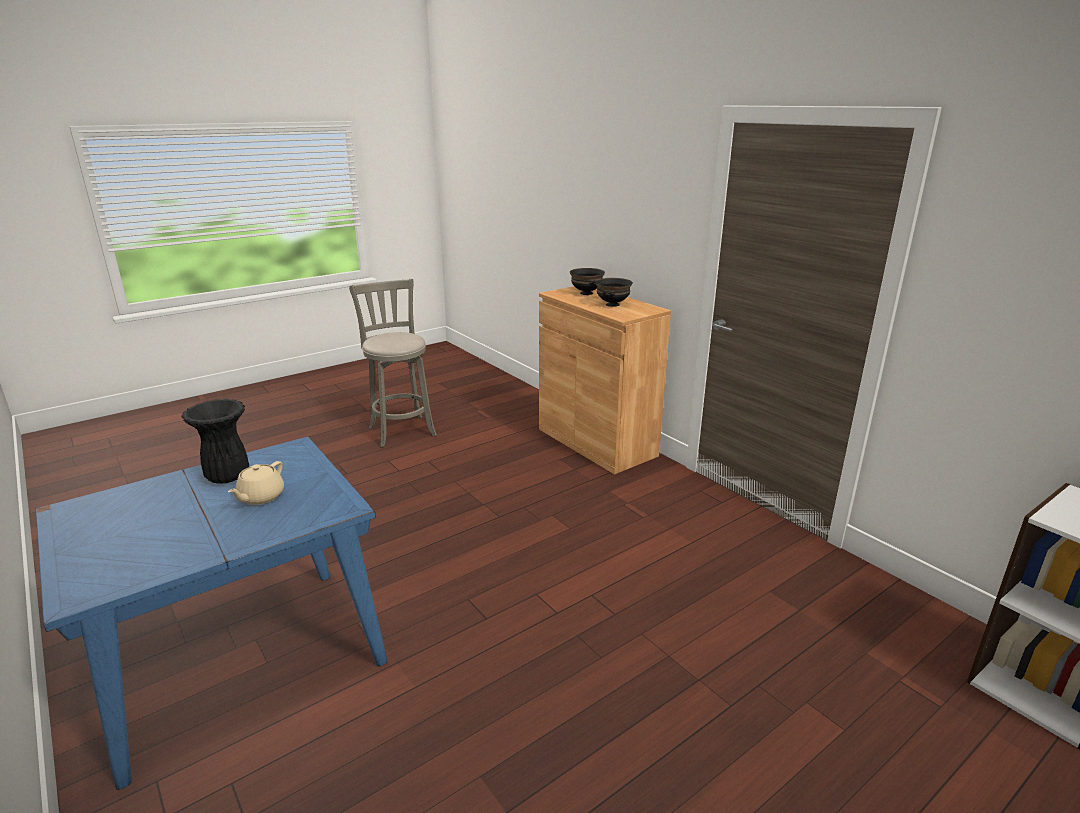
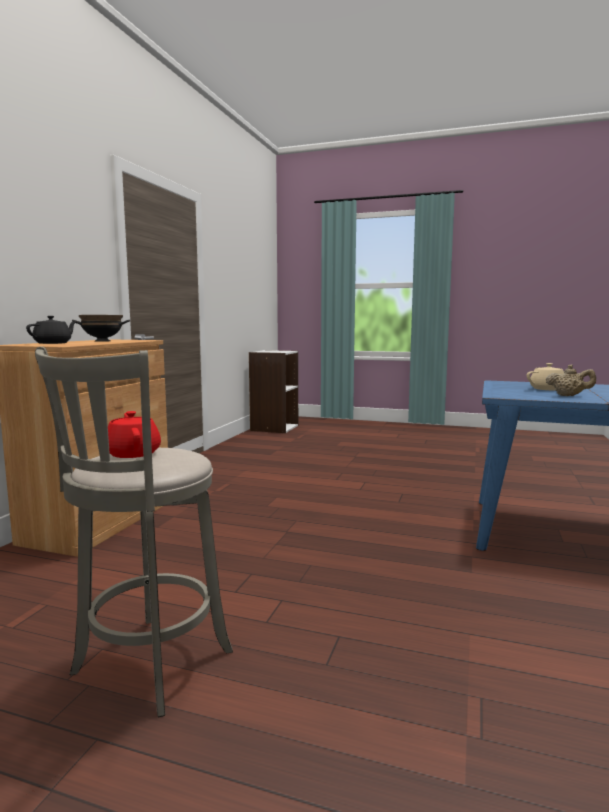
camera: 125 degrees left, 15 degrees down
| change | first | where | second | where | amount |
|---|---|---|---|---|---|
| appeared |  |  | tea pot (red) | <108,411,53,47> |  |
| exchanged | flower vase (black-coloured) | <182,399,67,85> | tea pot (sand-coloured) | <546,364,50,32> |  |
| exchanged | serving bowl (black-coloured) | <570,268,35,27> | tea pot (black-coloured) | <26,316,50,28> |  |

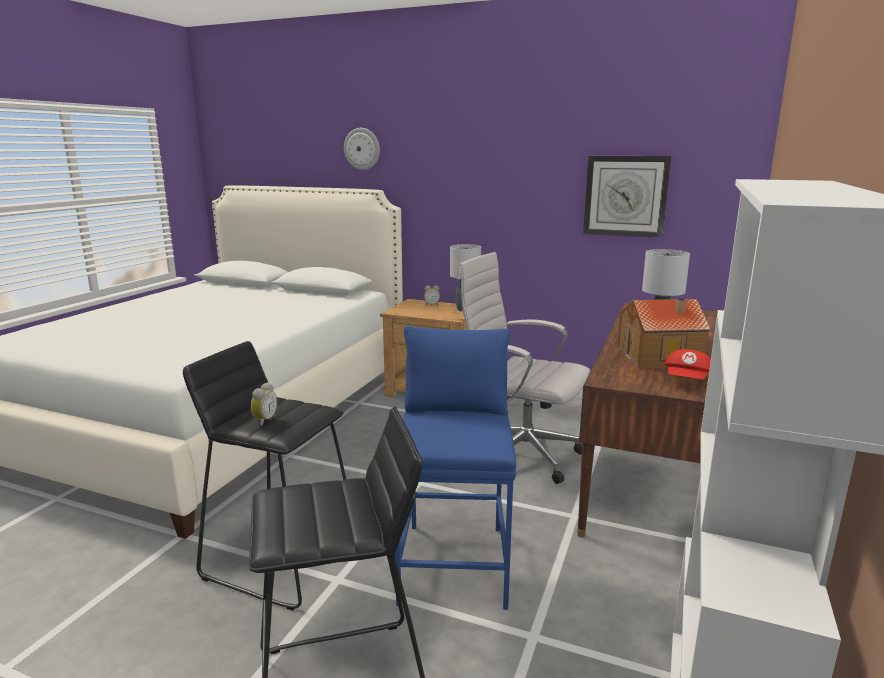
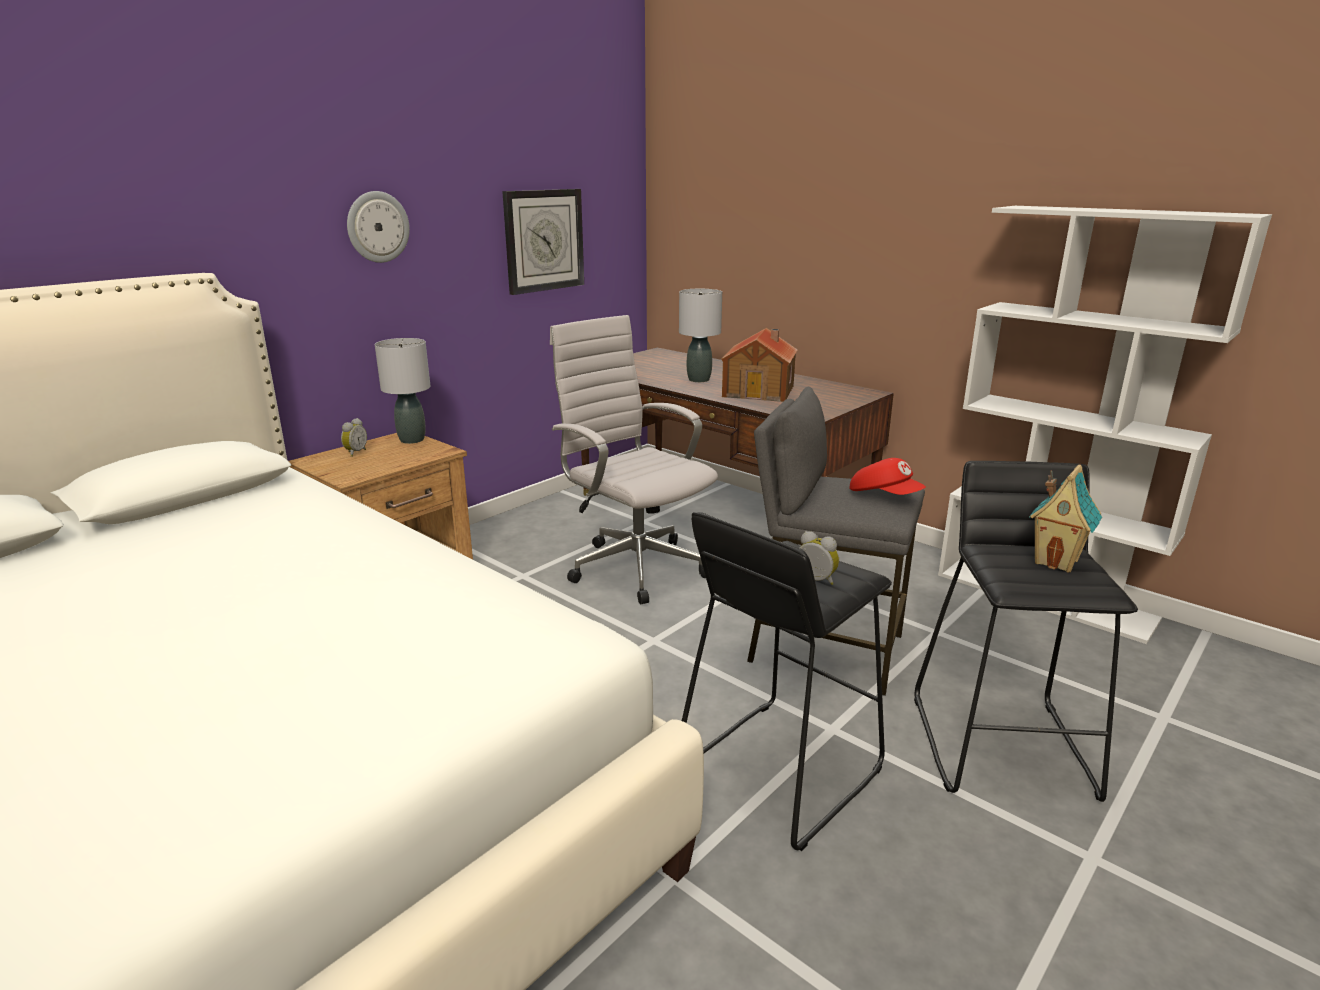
camera: 70 degrees left, 5 degrees up
| change | first | where | second | where | amount |
|---|---|---|---|---|---|
| appeared |  |  | model house | <1029,465,73,108> |  |
| relocated | hanging clock | <344,128,36,42> |  | <347,191,63,72> |  |
| relocated | cap (red) | <665,349,46,30> |  | <849,458,77,37> |  |
| colour | stool (bluish) | <395,325,122,285> | stool (greyish) | <747,386,178,310> |  |
| spun | desk chair (white-coloured) | <457,252,134,232> |  | <550,315,168,289> | 90 degrees clockwise |

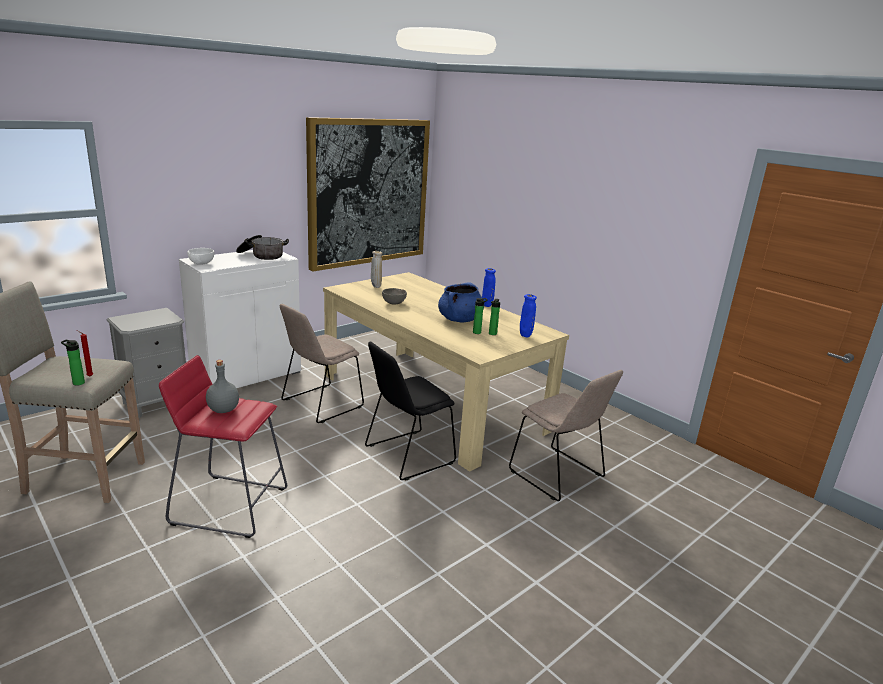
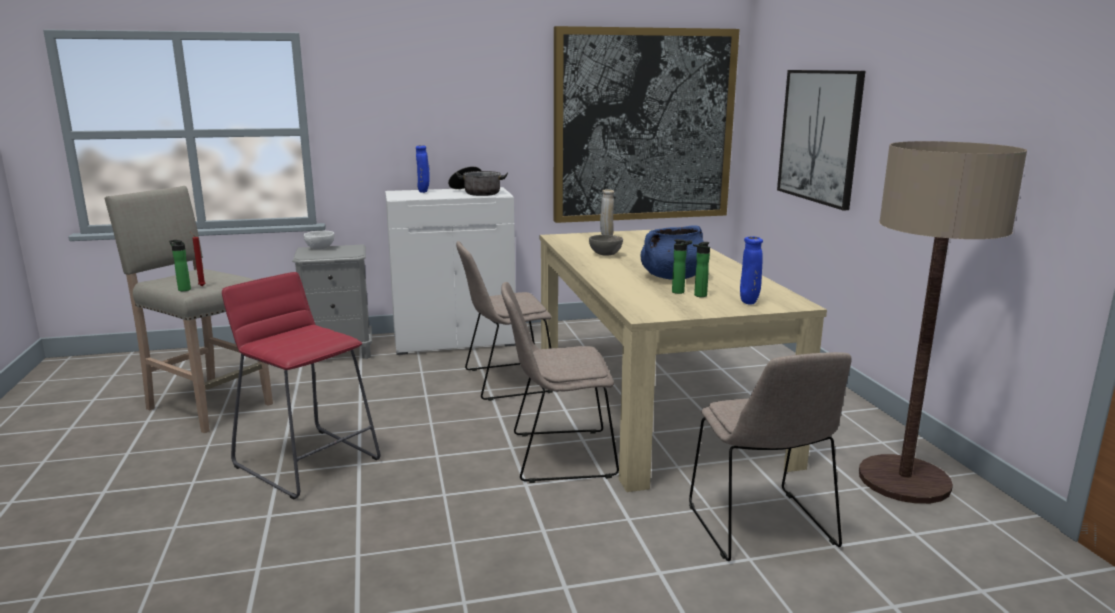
camera: 30 degrees right, 5 degrees down
| change | first | where | second | where | amount |
|---|---|---|---|---|---|
| missing | drink bottle (greyish) | <206,360,33,53> |  |  |  |
| appeared |  |  | picture | <777,70,88,141> |  |
| appeared |  |  | standing lamp | <859,141,168,363> |  |
| relocated | serving bowl (white-coloured) | <187,248,27,17> |  | <304,231,30,18> |  |
| relocated | flower vase (bluish) | <482,268,14,39> |  | <416,145,14,48> |  |
| colour | plain chair (black-coloured) | <365,341,91,139> | plain chair (sand-coloured) | <501,282,118,201> |  |

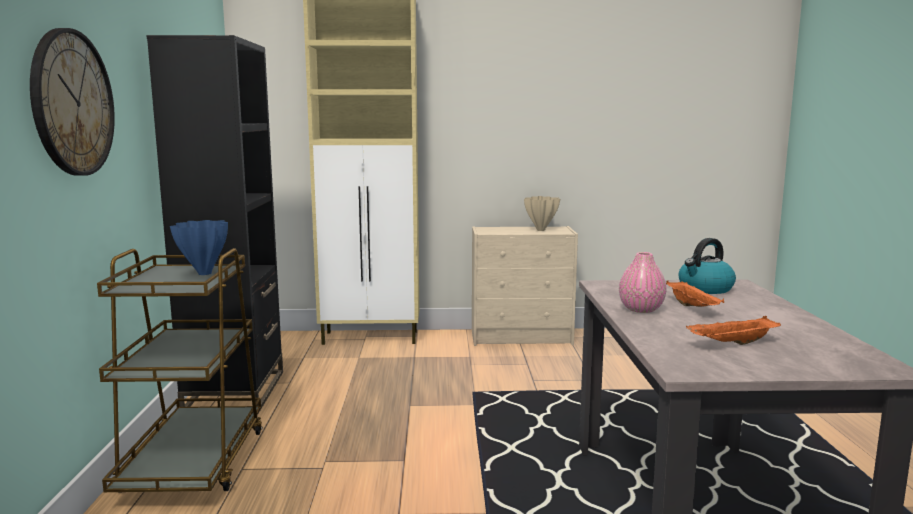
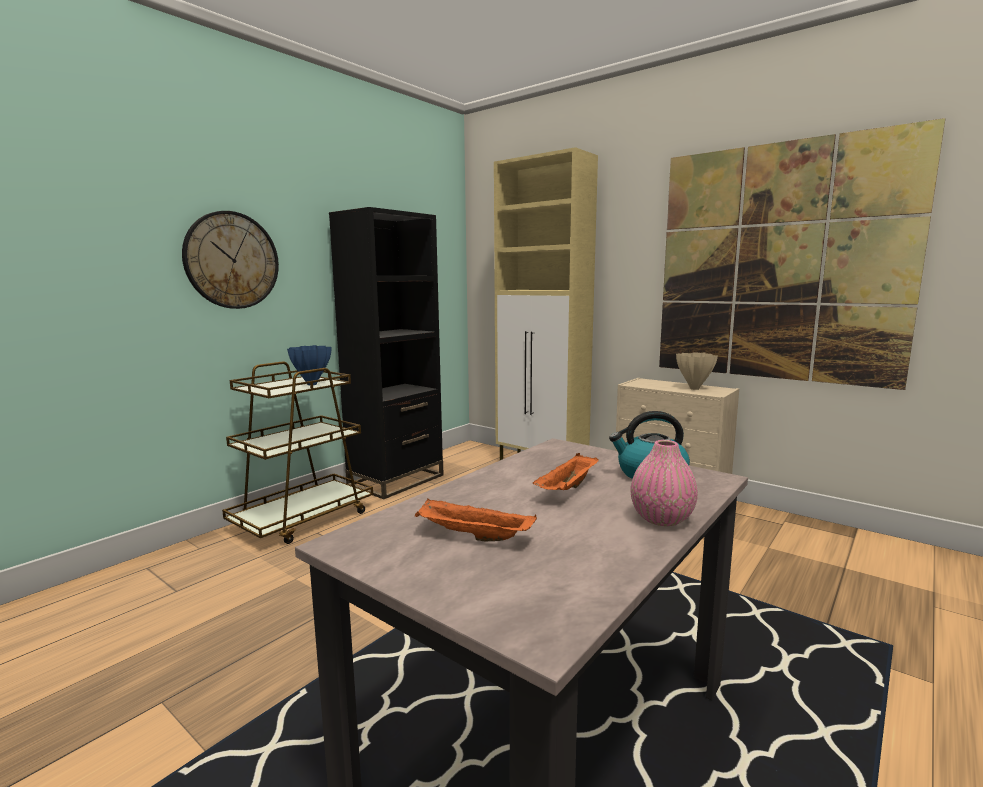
camera: 40 degrees right, 0 degrees up
| change | first | where | second | where | amount |
|---|---|---|---|---|---|
| appeared |  |  | picture | <659,118,286,272> |  |
| relocated | flower vase (pink-coloured) | <619,252,47,61> |  | <631,440,67,86> |  |

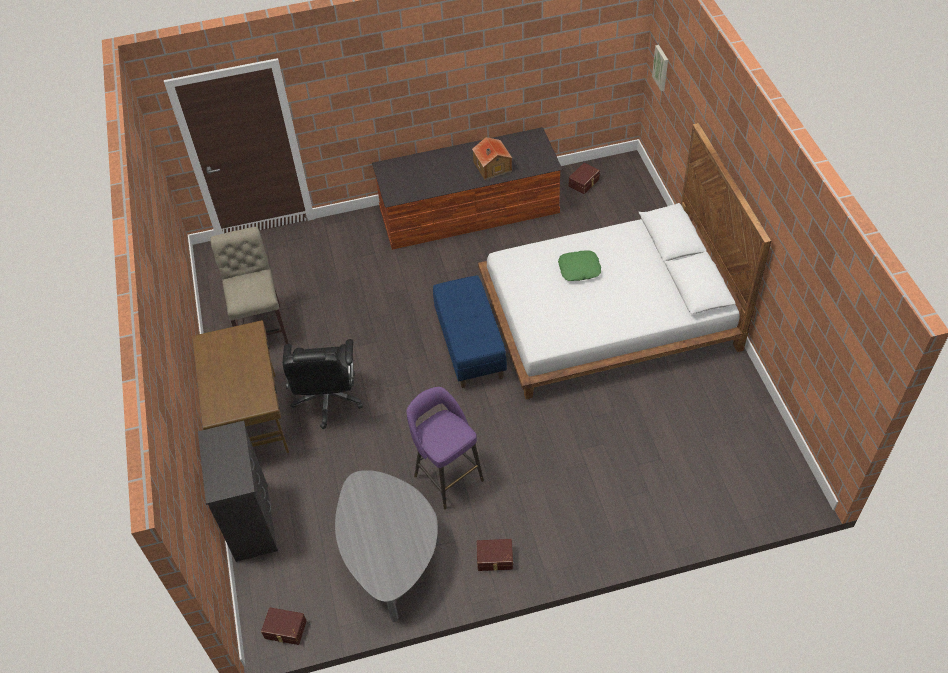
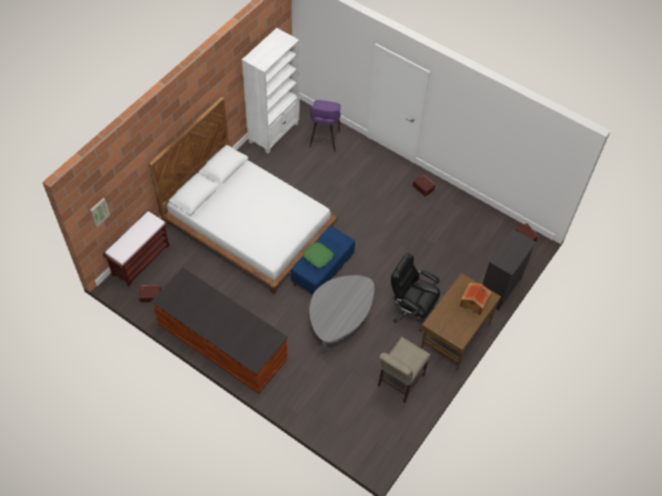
camera: 135 degrees left, 5 degrees up
| change | first | where | second | where | amount |
|---|---|---|---|---|---|
| appeared |  |  | bench (brownish) | <103,210,66,77> |  |
| appeared |  |  | shelving unit (white-coloured) | <242,28,58,125> |  |
| relocated | coffee table (greyish) | <335,470,104,152> |  | <309,275,65,79> |  |
| relocated | stool (purplish) | <406,387,78,122> |  | <309,100,32,52> |  |
| relocated | model house | <472,137,40,43> |  | <460,283,31,32> |  |
| relocated | throw pillow (green) | <558,250,43,31> |  | <303,242,31,26> |  |
| spun | desk chair (black-coloured) | <283,339,80,90> |  | <391,253,49,78> | 105 degrees counterclockwise |

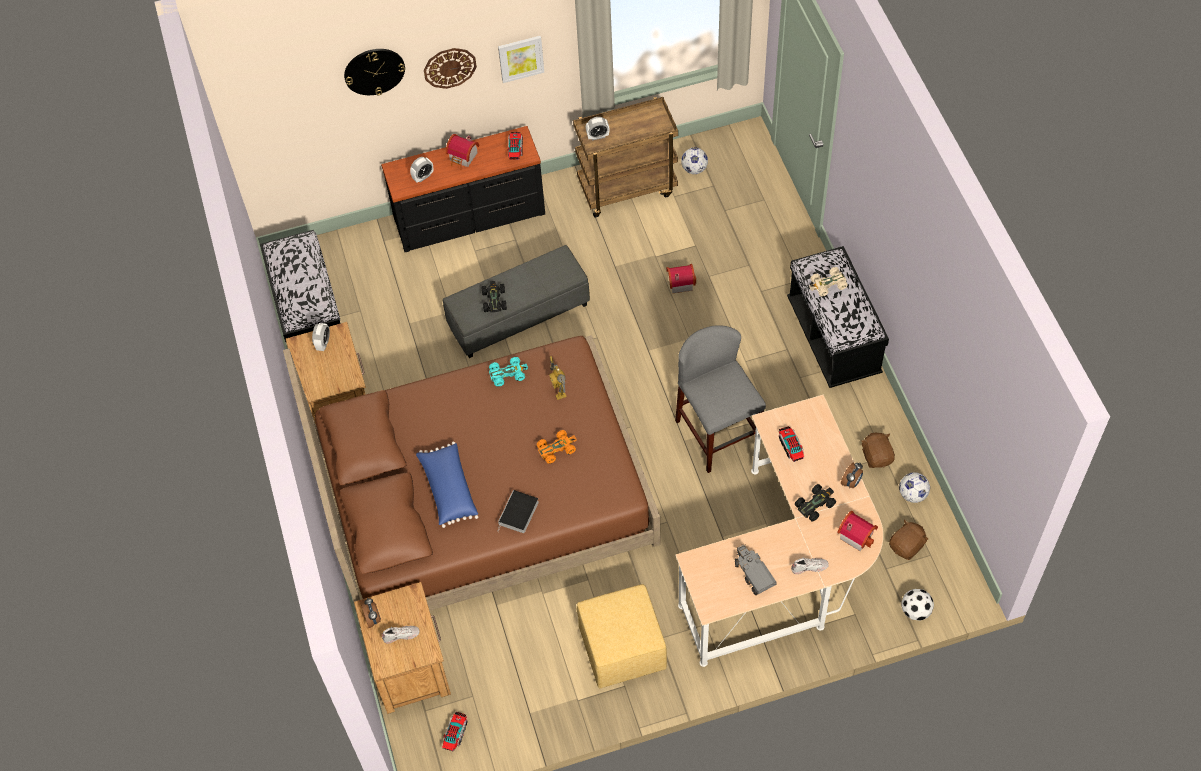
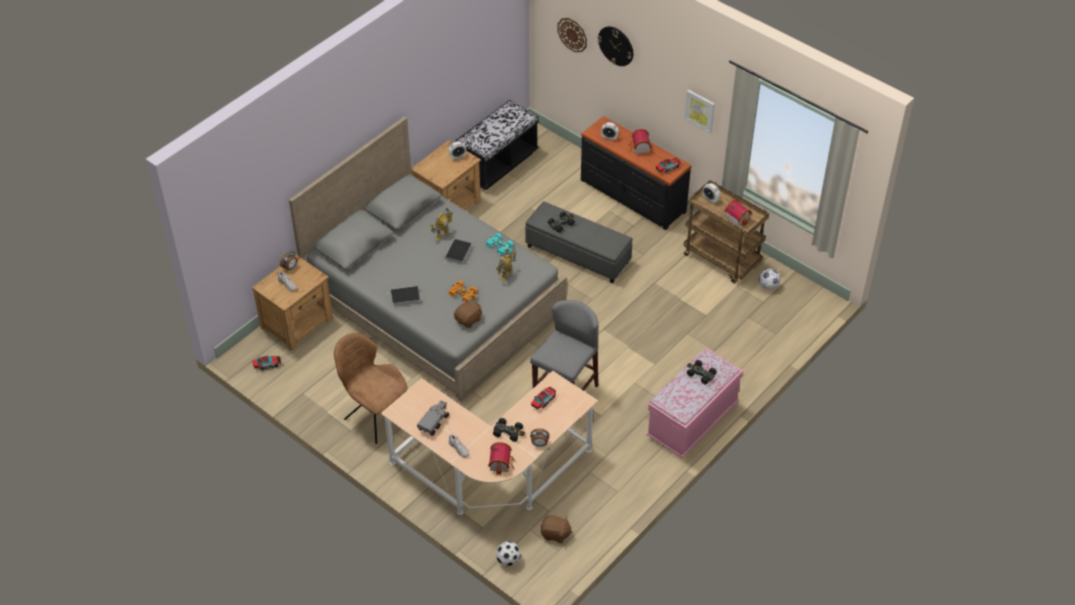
camera: 55 degrees right, 10 degrees down
| change | first | where | second | where | amount |
|---|---|---|---|---|---|
| missing | throw pillow (bluish) | <416,442,62,86> |  |  |  |
| missing | football | <899,472,31,31> |  |  |  |
| appeared |  |  | model robot | <430,207,23,33> |  |
| appeared |  |  | bound book | <444,239,28,26> |  |
| relocated | hanging clock | <424,48,53,41> |  | <557,18,30,34> |  |
| relocated | model house | <666,264,30,29> |  | <725,199,27,27> |  |
| relocated | cuddly toy (brownish) | <861,433,34,35> |  | <454,299,28,29> |  |
| exchanged | footrest (yellow-coloured) | <577,584,90,104> | plain chair (brownish) | <334,333,74,111> |  |
| colour | bed (brownish) | <283,335,377,276> | bed (greyish) | <289,117,278,285> |  |
| colour | bench (black-coloured) | <787,246,102,142> | bench (pink-coloured) | <646,348,97,110> |  |
| colour | toy car (sand-coloured) | <809,267,38,30> | toy car (black-coloured) | <687,360,30,25> |  |

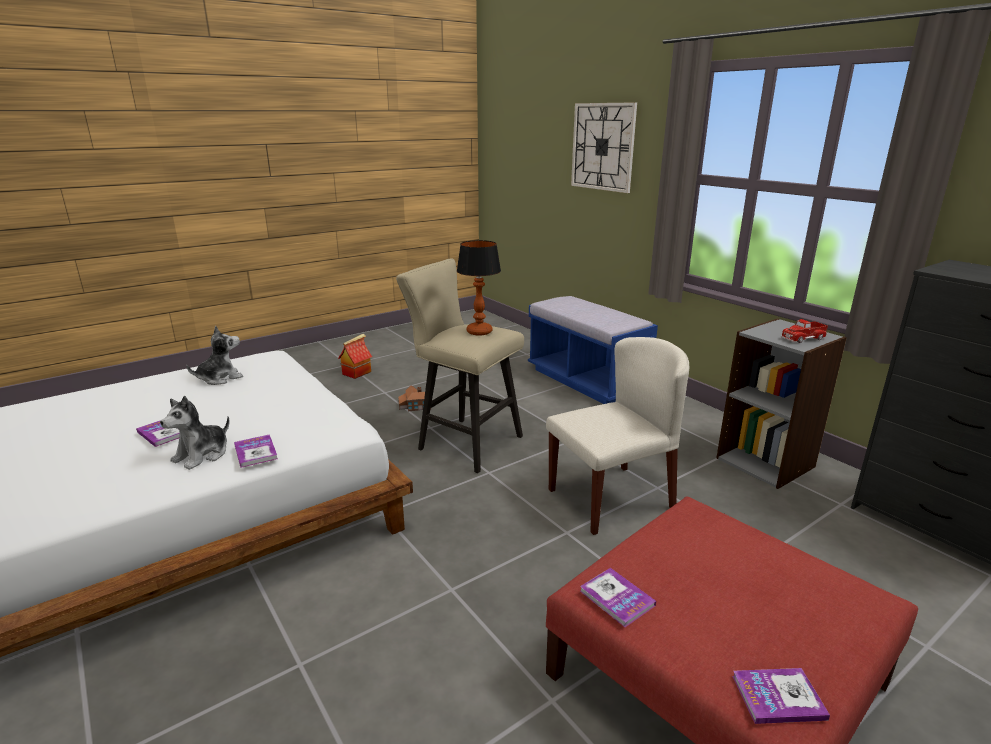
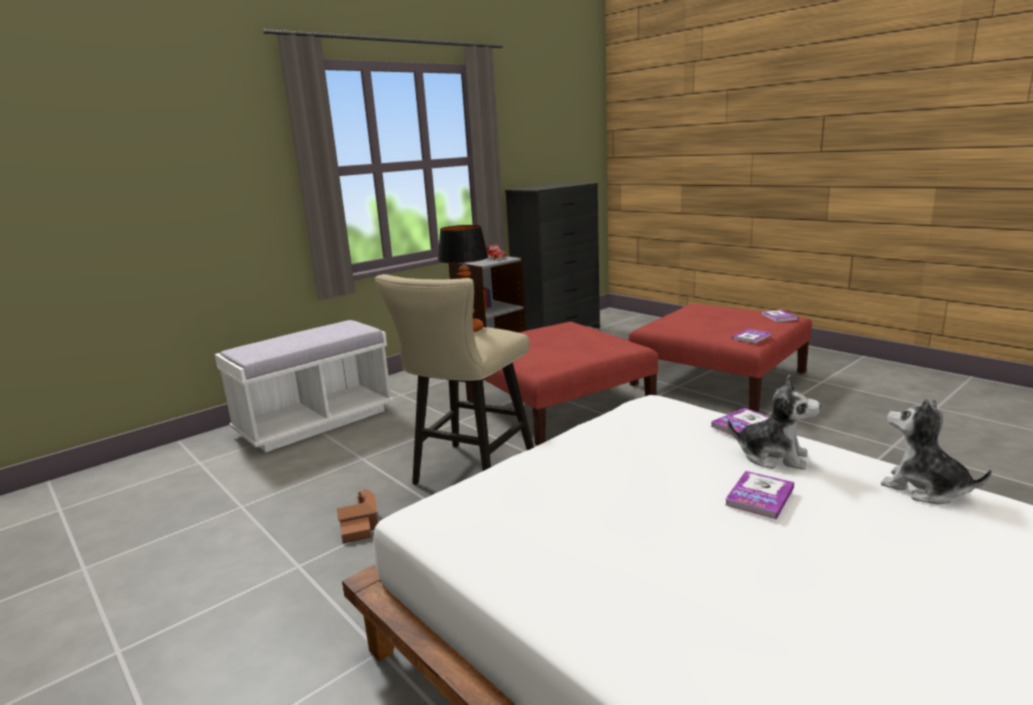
camera: 95 degrees left, 5 degrees down
| change | first | where | second | where | amount |
|---|---|---|---|---|---|
| missing | model house | <338,334,34,45> |  |  |  |
| missing | hanging clock | <571,102,66,91> |  |  |  |
| relocated | cuddly toy | <186,326,57,59> |  | <881,398,111,106> |  |
| exchanged | plain chair (sand-coloured) | <546,337,143,198> | footrest (red) | <466,322,192,124> |  |
| colour | bench (bluish) | <528,296,130,108> | bench (white-coloured) | <215,320,179,132> |  |

